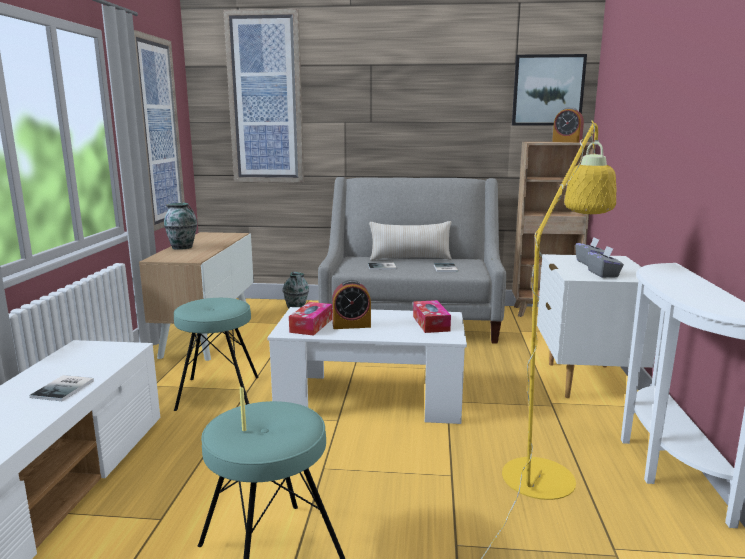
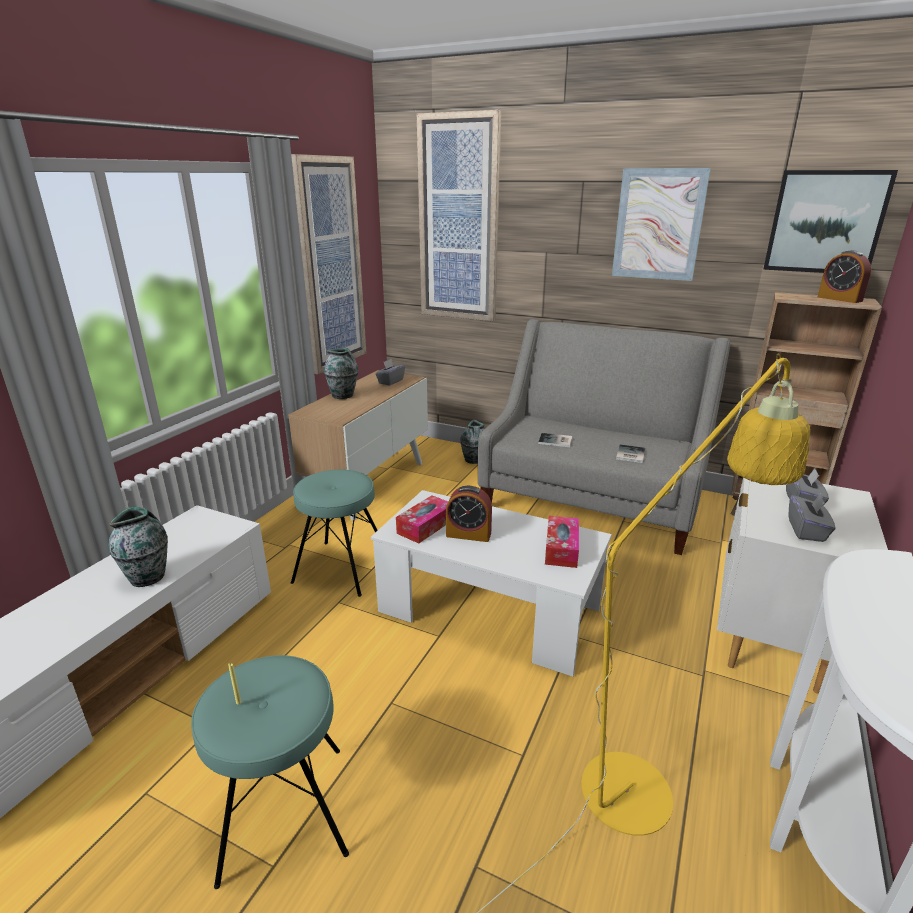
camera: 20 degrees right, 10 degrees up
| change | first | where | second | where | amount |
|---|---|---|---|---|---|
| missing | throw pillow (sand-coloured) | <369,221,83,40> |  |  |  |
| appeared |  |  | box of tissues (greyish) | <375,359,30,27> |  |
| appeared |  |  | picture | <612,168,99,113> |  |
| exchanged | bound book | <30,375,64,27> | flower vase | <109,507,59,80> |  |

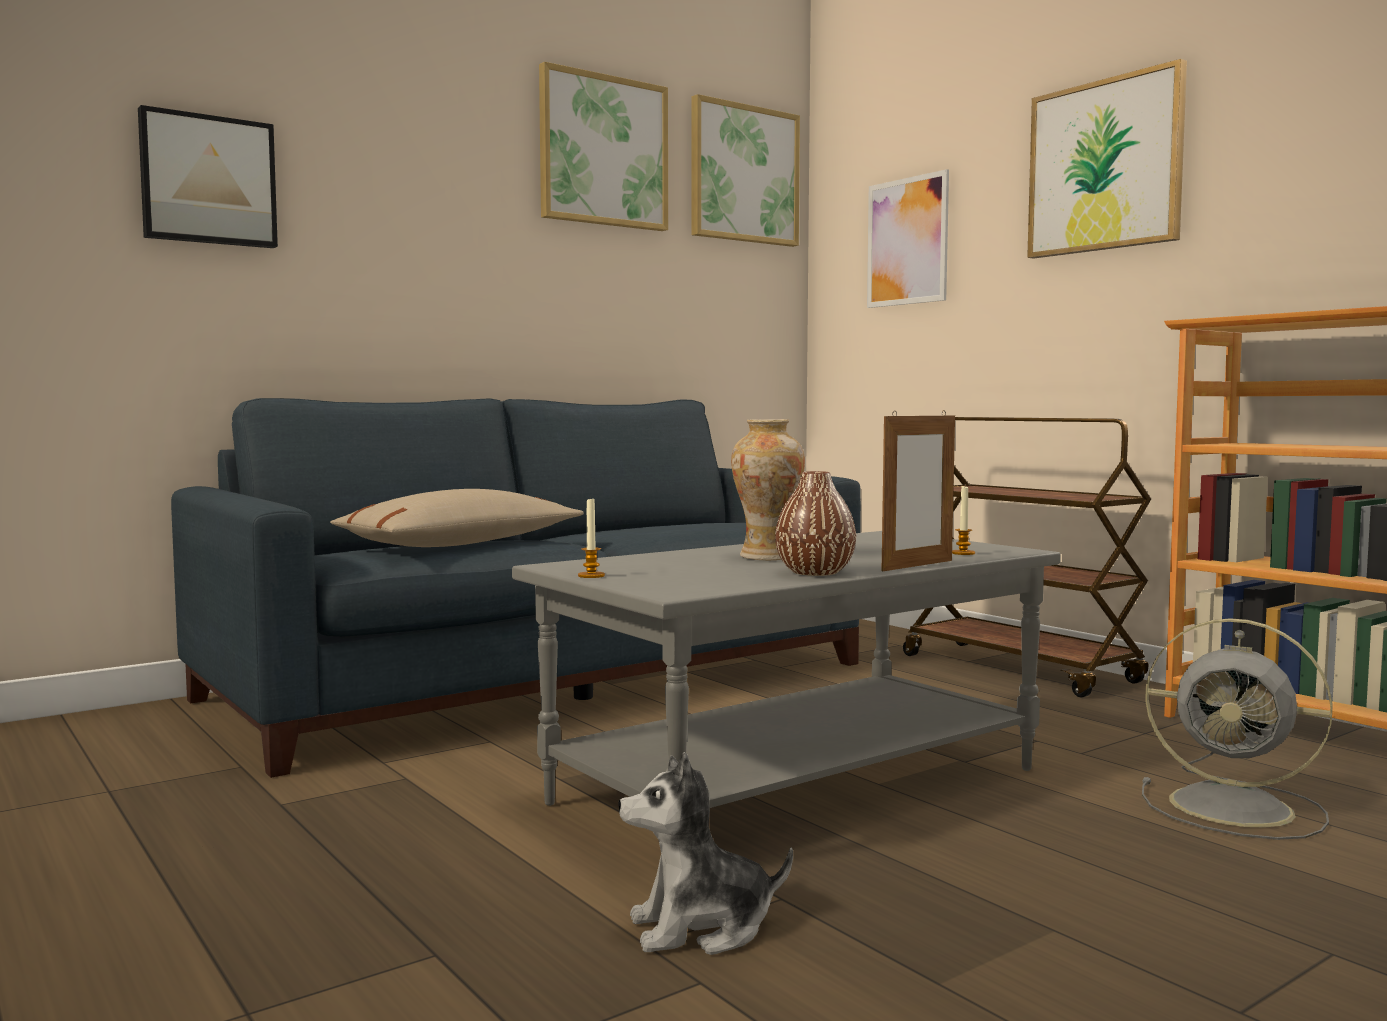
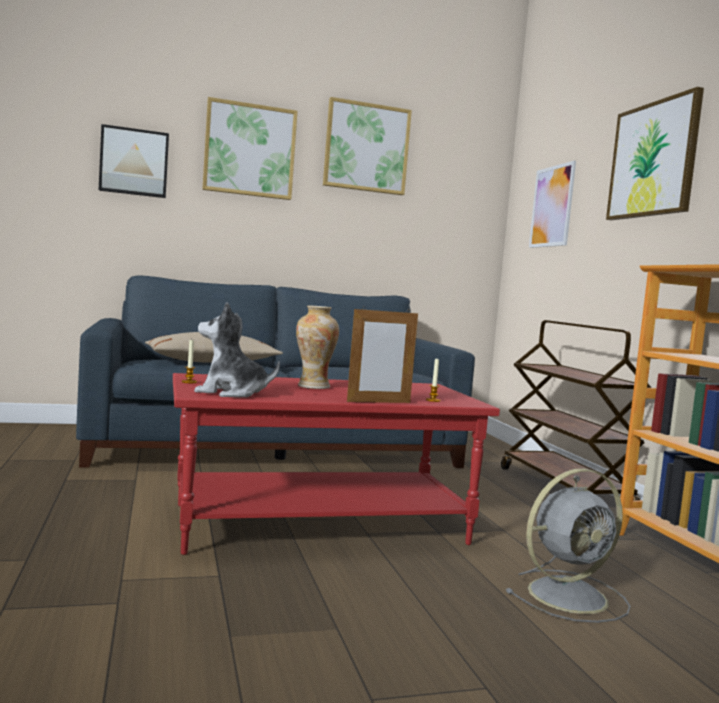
camera: 20 degrees right, 0 degrees up
| change | first | where | second | where | amount |
|---|---|---|---|---|---|
| missing | flower vase (brownish) | <775,471,81,105> |  |  |  |
| relocated | cuddly toy | <618,752,175,203> |  | <194,302,86,96> |  |
| relocated | picture | <692,94,108,153> |  | <202,97,96,103> |  |
| colour | coffee table (greyish) | <512,531,549,277> | coffee table (red) | <173,373,327,182> |  |
| spun | fan (greyish) | <1142,618,191,222> |  | <505,468,125,155> | 75 degrees counterclockwise |

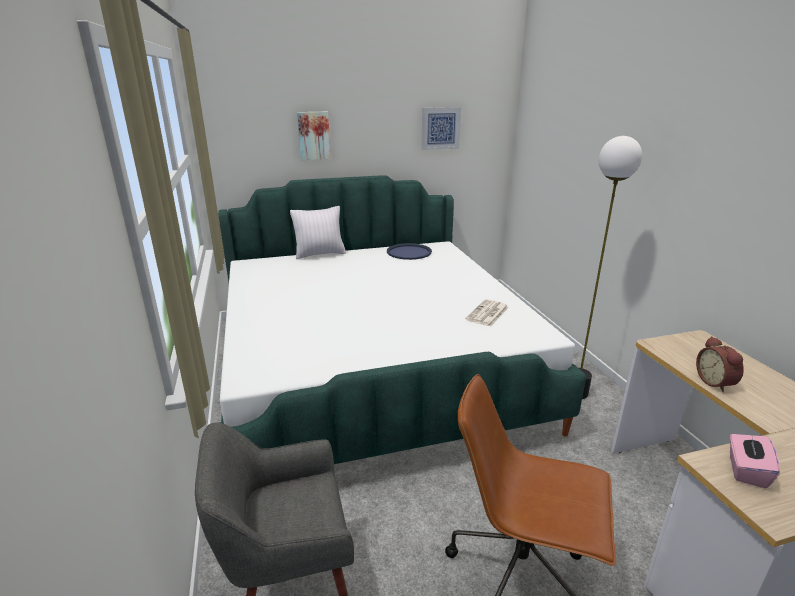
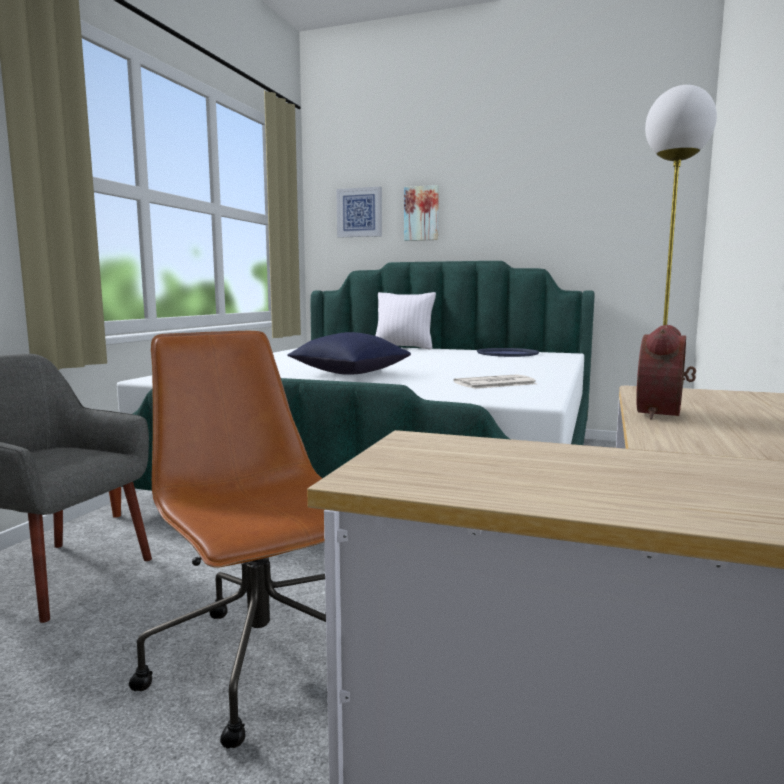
camera: 35 degrees right, 15 degrees down
| change | first | where | second | where | amount |
|---|---|---|---|---|---|
| missing | box of tissues (pink-coloured) | <730,430,50,58> |  |  |  |
| appeared |  |  | throw pillow (bluish) | <287,332,124,43> |  |
| relocated | picture | <421,107,40,43> |  | <336,187,46,51> |  |

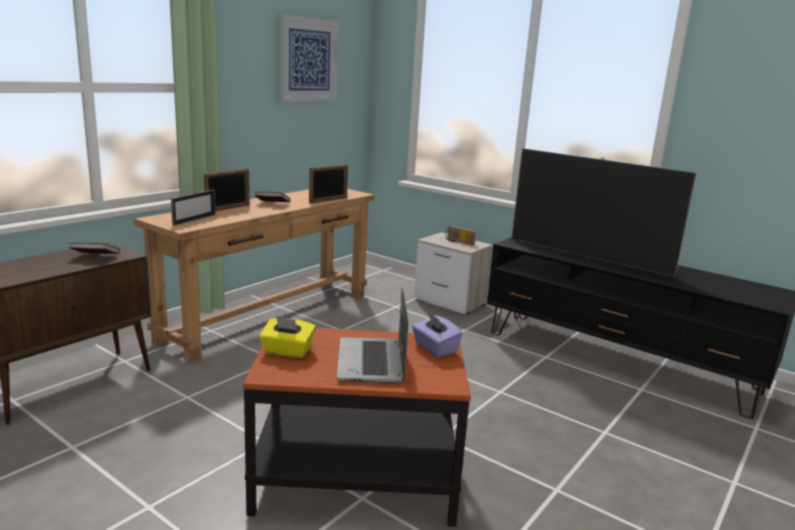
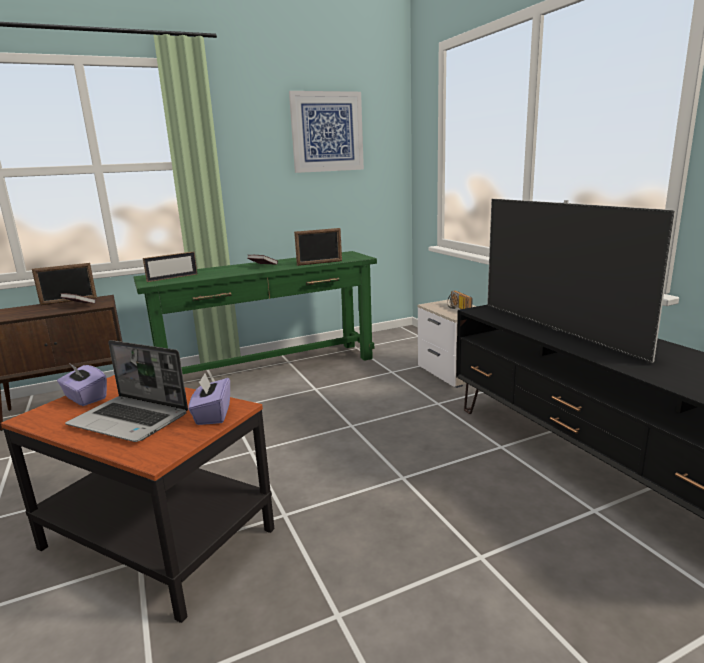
camera: 30 degrees right, 0 degrees up
| change | first | where | second | where | amount |
|---|---|---|---|---|---|
| relocated | picture frame | <204,168,46,43> |  | <32,263,65,43> |  |
| colour | console table (brownish) | <134,189,241,174> | console table (green) | <134,251,243,123> |  |
| colour | box of tissues (yellow-coloured) | <259,316,57,42> | box of tissues (purplish) | <57,364,50,42> |  |
| spun | laptop | <337,287,72,96> |  | <65,340,123,102> | 90 degrees counterclockwise |

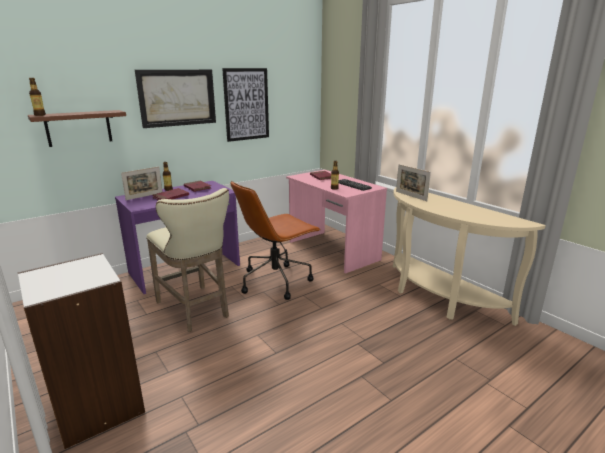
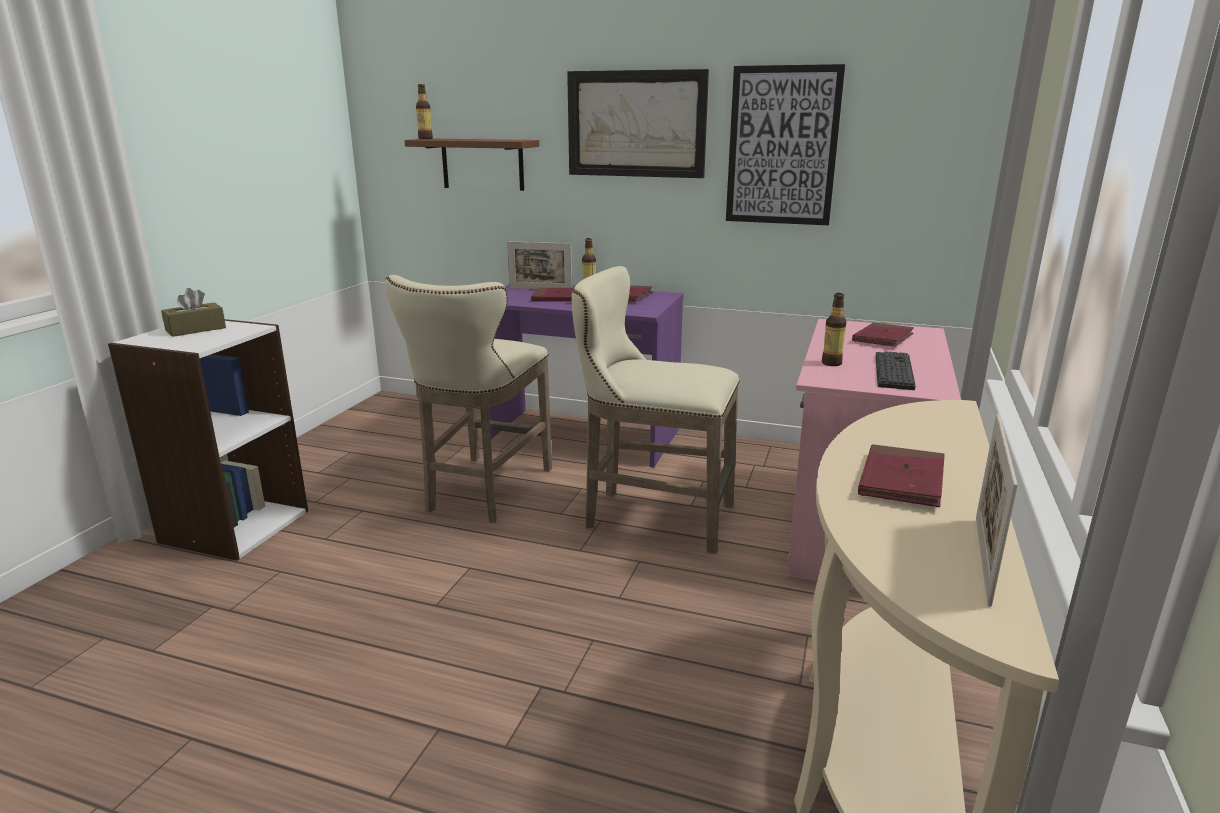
camera: 55 degrees right, 0 degrees up
| change | first | where | second | where | amount |
|---|---|---|---|---|---|
| appeared |  |  | box of tissues (brownish) | <161,288,65,49> |  |
| appeared |  |  | bound book (red) | <858,444,87,63> |  |
| relocated | picture frame | <396,164,35,37> |  | <976,414,42,193> |  |
| exchanged | desk chair (brownish) | <230,181,91,119> | stool (sand-coloured) | <572,266,168,288> |  |

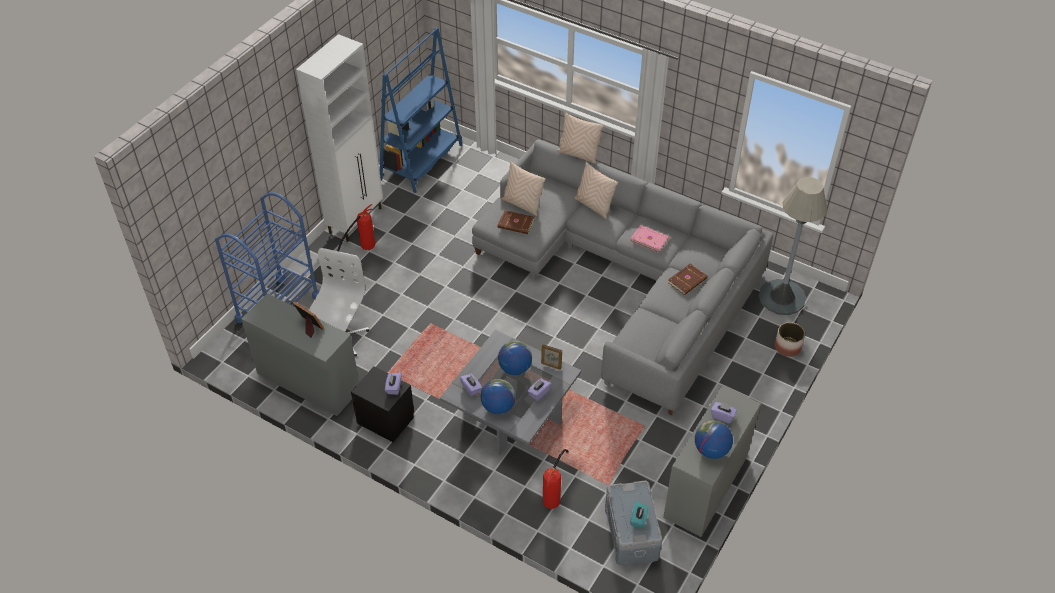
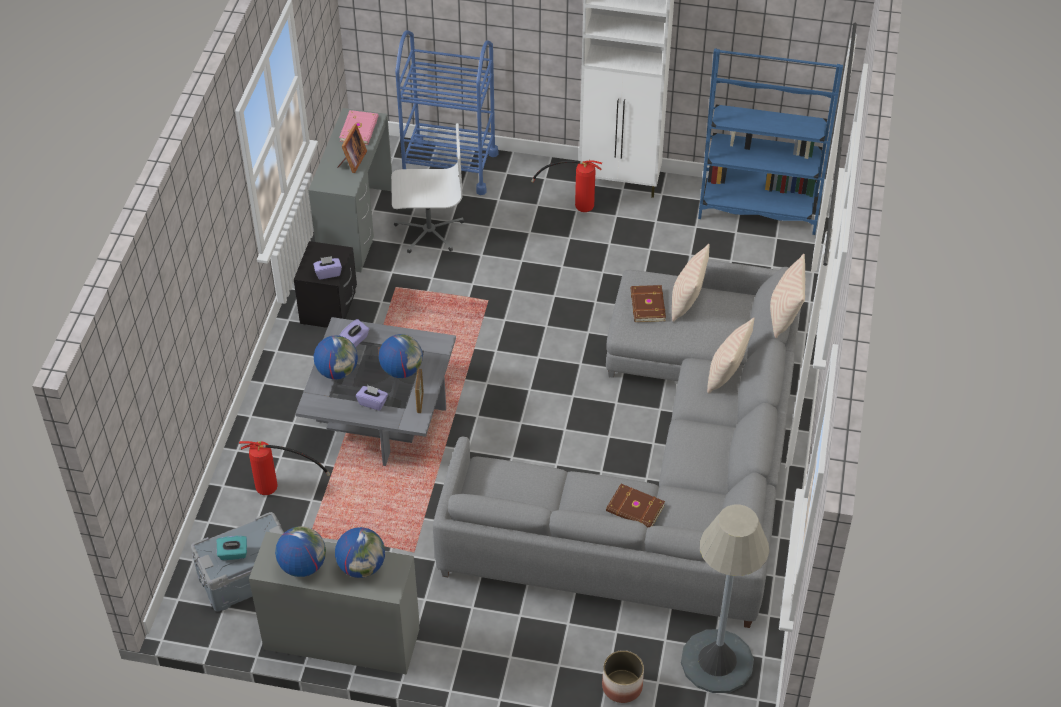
camera: 70 degrees right, 0 degrees up
| change | first | where | second | where | amount |
|---|---|---|---|---|---|
| relocated | bound book (pink-coloured) | <630,225,39,28> |  | <339,110,39,35> |  |
| exchanged | box of tissues (purplish) | <711,402,26,21> | world globe | <335,527,50,51> |  |

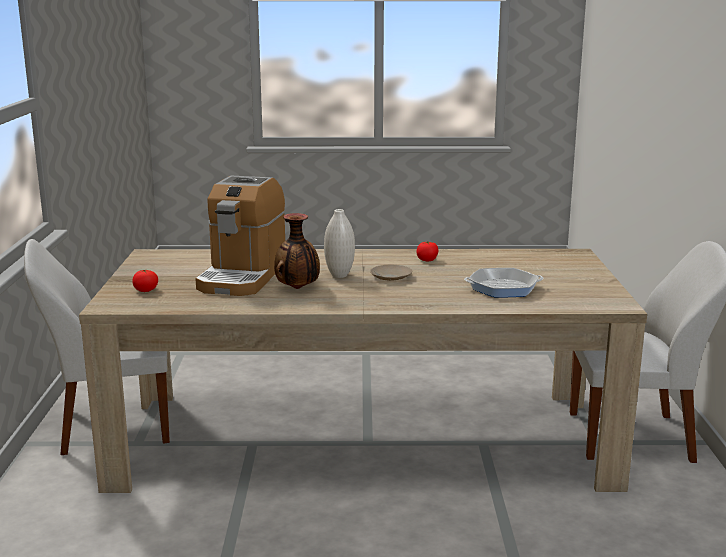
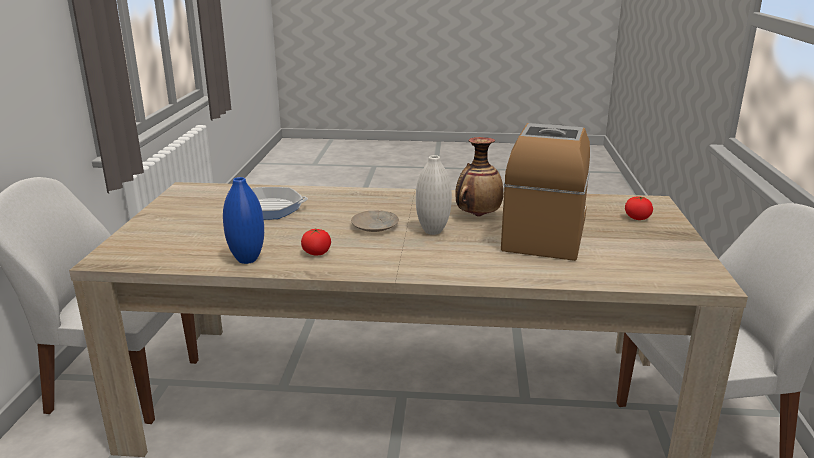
camera: 175 degrees left, 5 degrees up
| change | first | where | second | where | amount |
|---|---|---|---|---|---|
| appeared |  |  | flower vase (bluish) | <223,177,41,87> |  |

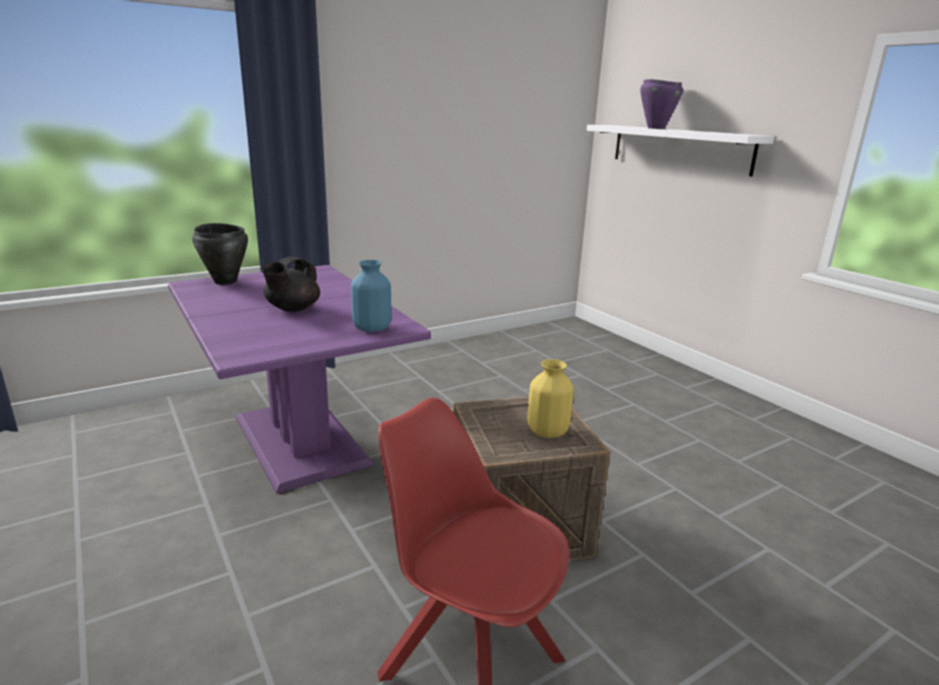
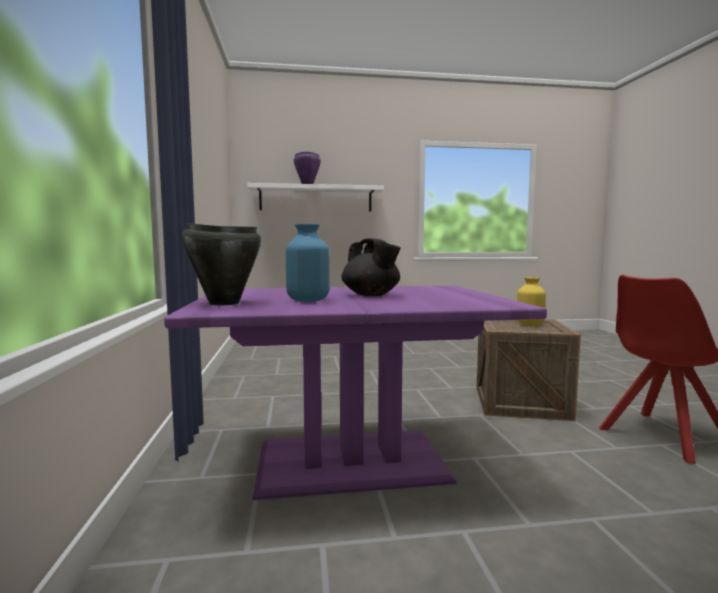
camera: 65 degrees left, 15 degrees down
| change | first | where | second | where | amount |
|---|---|---|---|---|---|
| relocated | flower vase (bluish) | <351,260,40,72> |  | <286,224,44,78> |  |

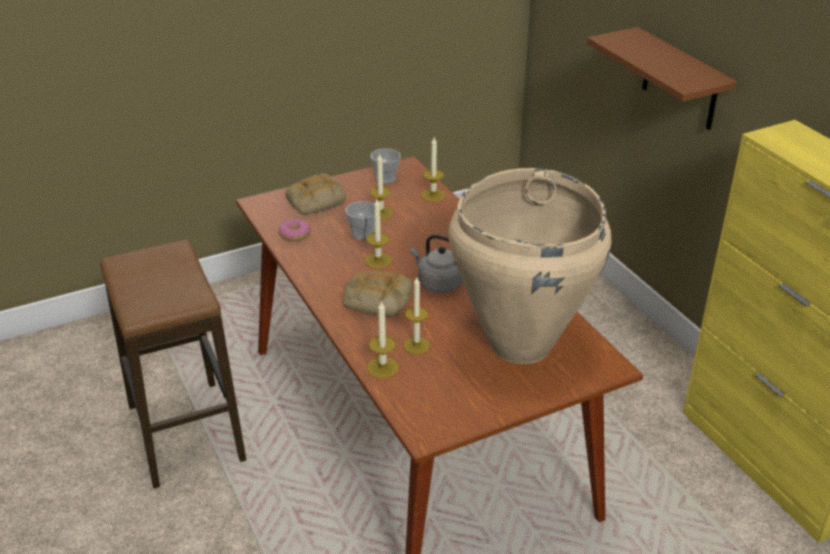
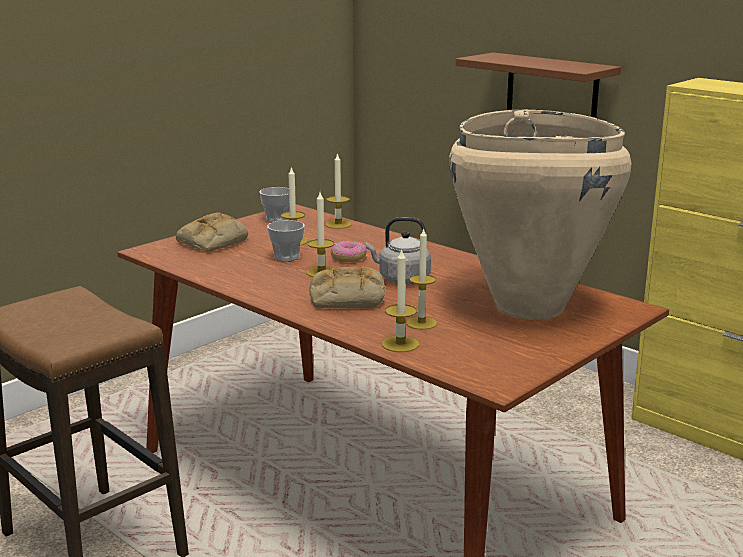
camera: 20 degrees left, 15 degrees down
| change | first | where | second | where | amount |
|---|---|---|---|---|---|
| relocated | ring doughnut | <278,219,33,22> |  | <331,241,36,21> |  |

